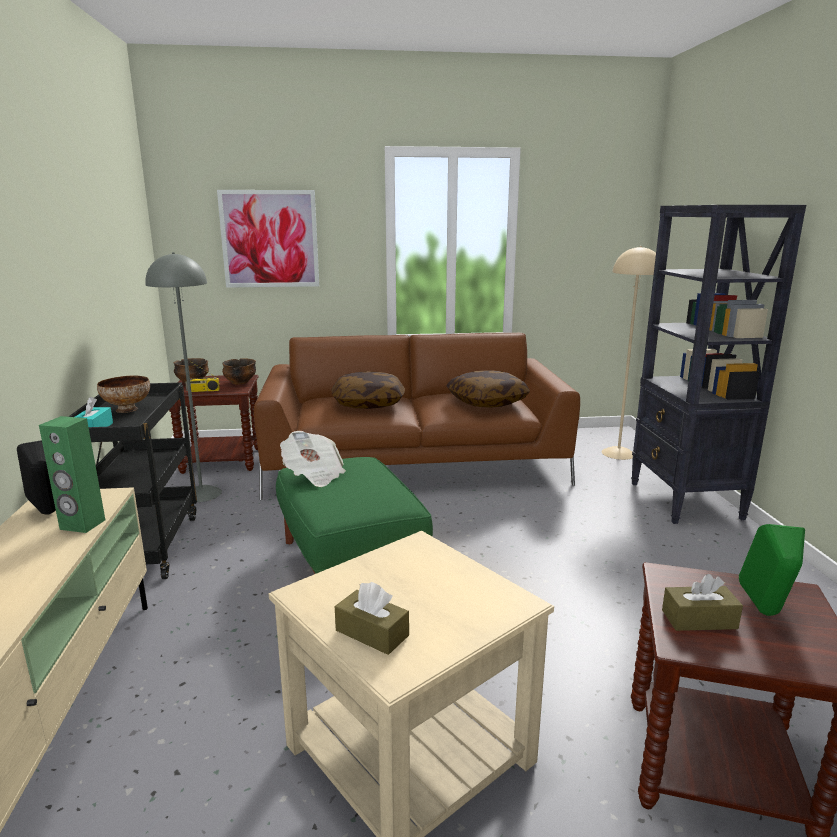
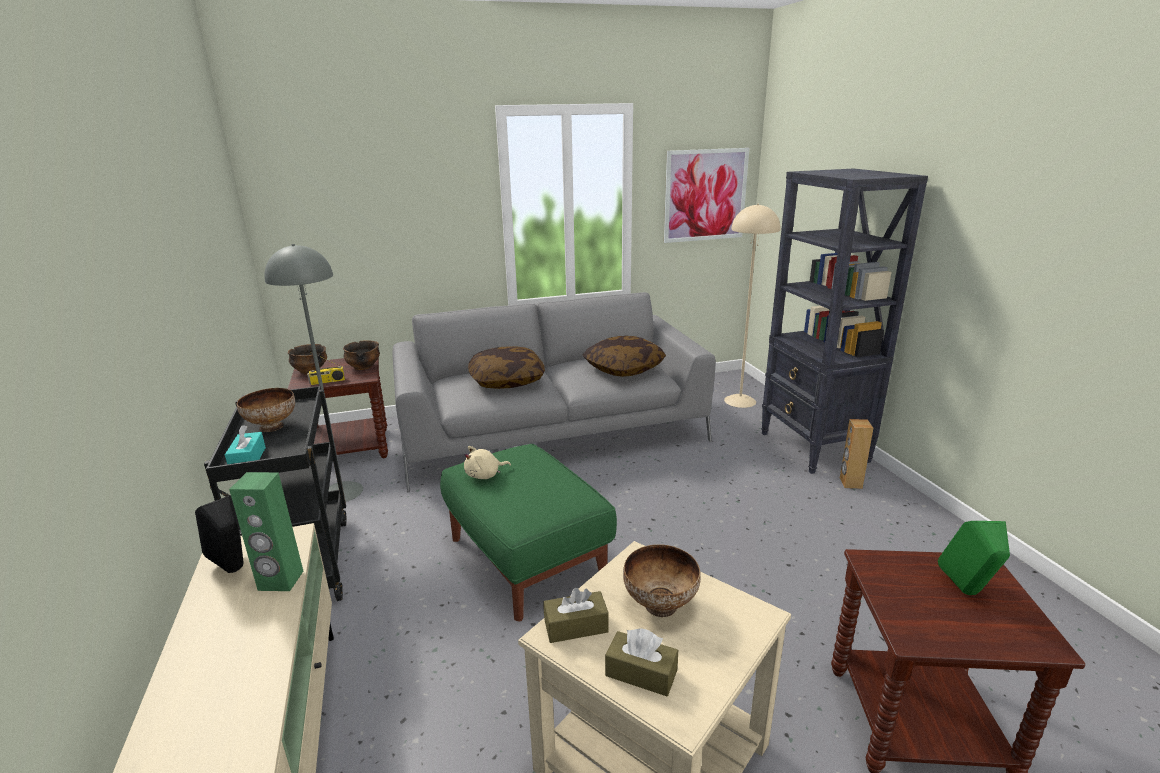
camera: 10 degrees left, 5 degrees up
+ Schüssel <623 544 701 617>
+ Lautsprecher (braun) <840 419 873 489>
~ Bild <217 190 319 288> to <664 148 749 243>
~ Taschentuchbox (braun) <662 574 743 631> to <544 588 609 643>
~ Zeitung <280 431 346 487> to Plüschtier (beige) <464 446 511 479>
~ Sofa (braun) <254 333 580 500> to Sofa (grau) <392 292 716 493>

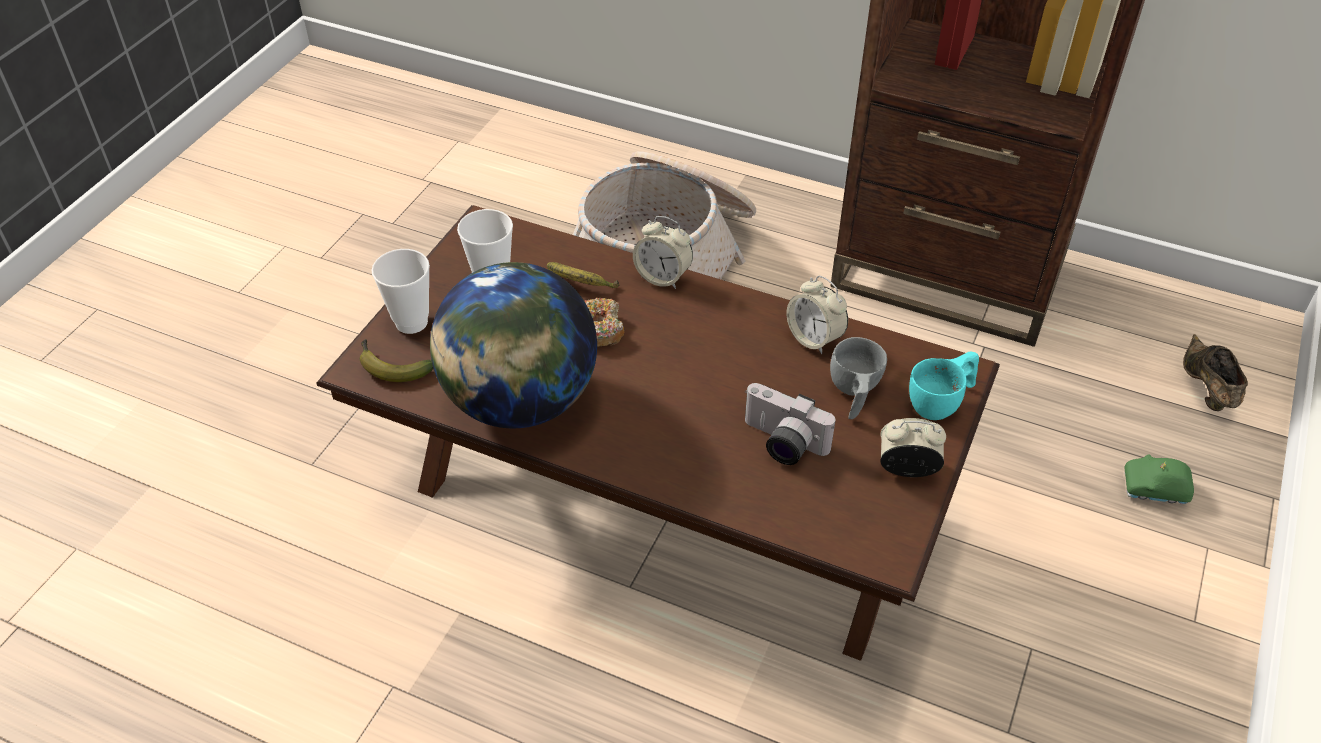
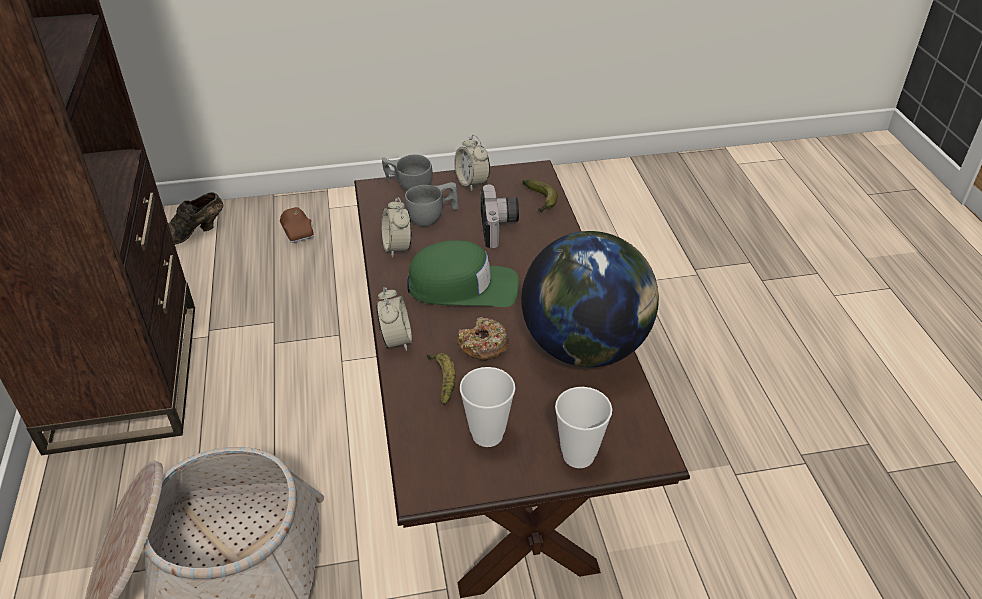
camera: 125 degrees left, 5 degrees down
+ Kappe (grün) <407 240 519 307>
~ Banane <360 339 433 382> to <523 179 558 213>
~ Tasse (türkis) <909 352 979 420> to Tasse (grau) <382 154 433 191>
~ Spielzeugauto (grün) <1125 454 1194 504> to Spielzeugauto (braun) <280 207 314 243>
~ Wecker <787 275 848 354> = <381 197 412 258> 150 degrees clockwise

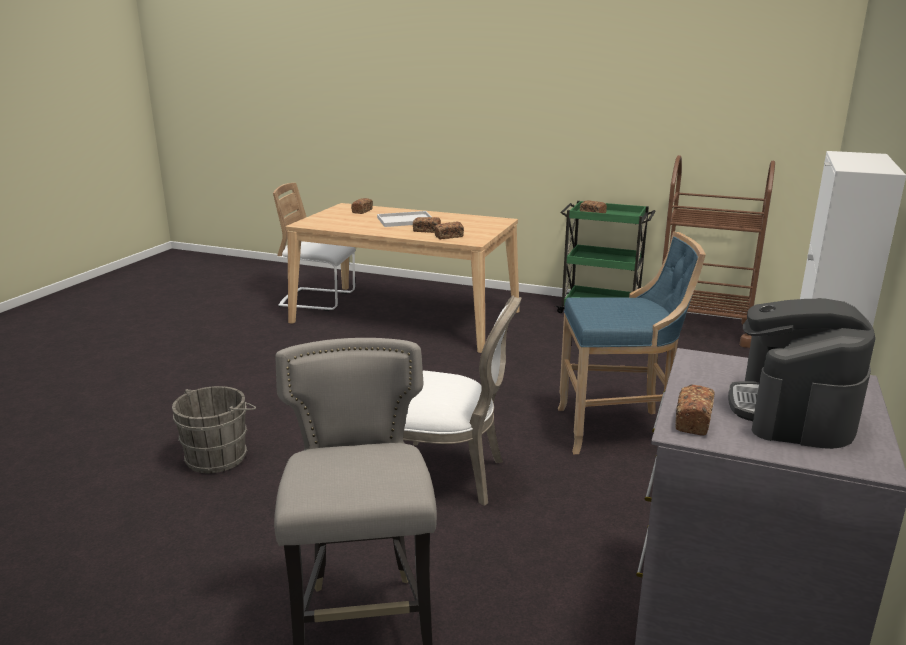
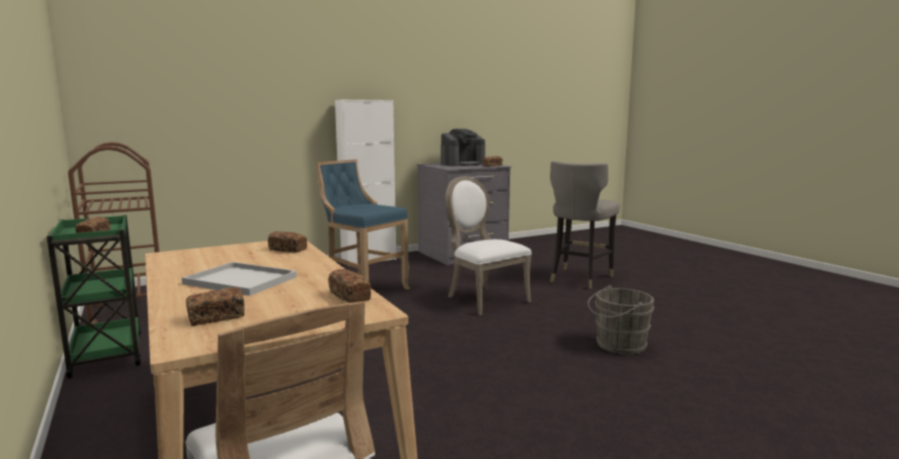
camera: 140 degrees left, 10 degrees down
~ Brot <413 217 441 233> to <328 269 371 303>

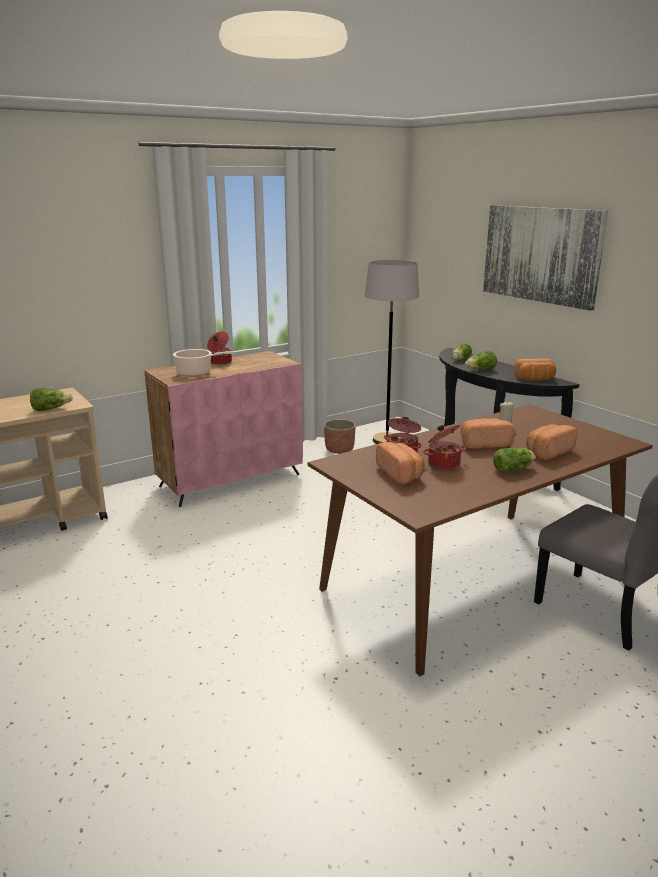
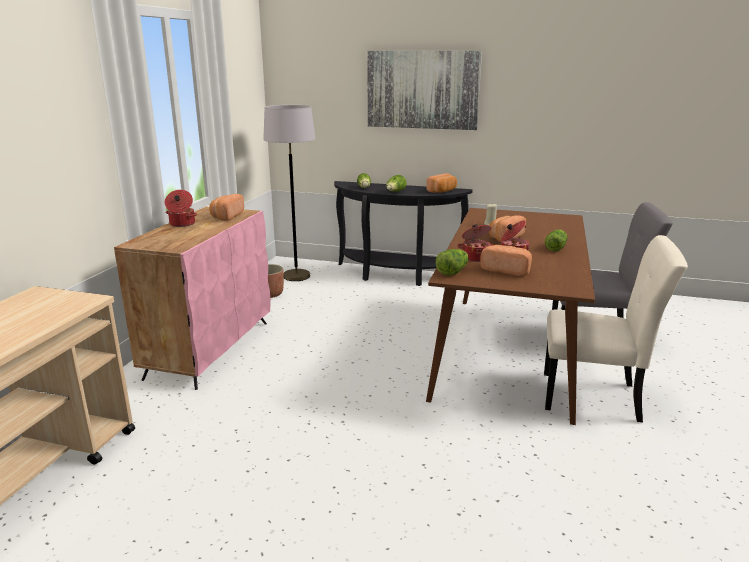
camera: 40 degrees left, 0 degrees up
- Kochtopf <173 349 235 377>
+ Stuhl (beige) <544 235 688 423>
~ Salatkopf <30 388 73 411> to <436 249 468 276>
~ Brot <526 424 577 460> to <209 194 244 221>

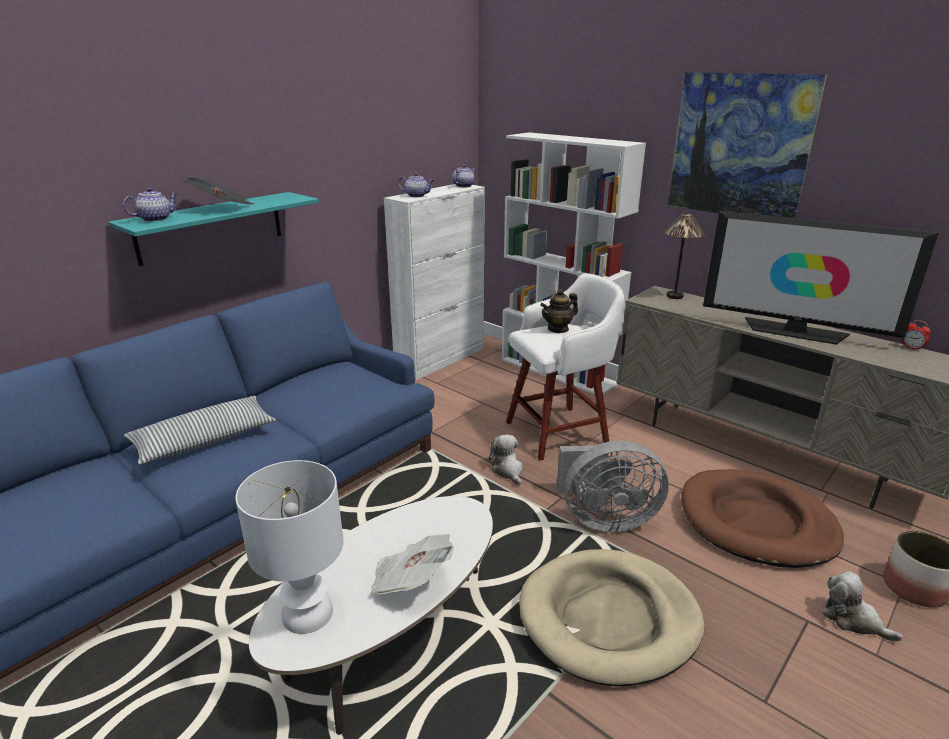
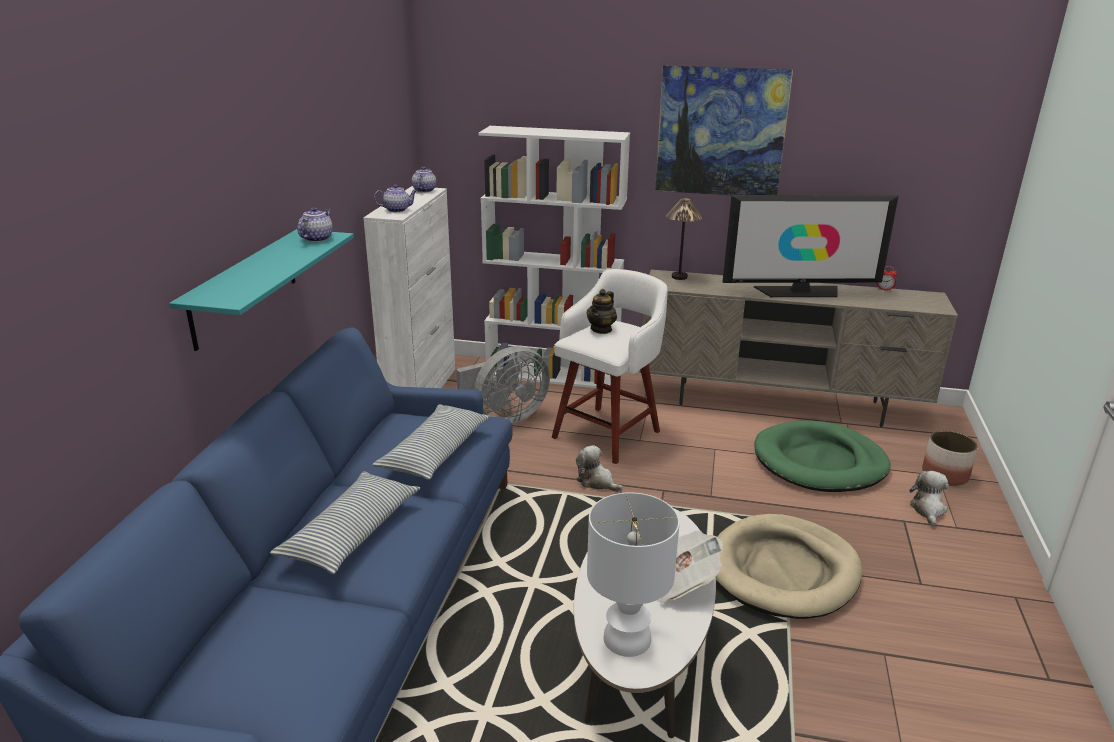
camera: 30 degrees left, 0 degrees up
- Zeitung <183 178 254 205>
+ Kissen <372 404 491 480>
~ Teekanne <123 187 178 222> to <298 207 333 242>
~ Ventilator (grau) <557 441 669 532> to <456 346 550 423>
~ Hundebett (braun) <681 469 844 568> to Hundebett (grün) <755 420 891 492>
~ Plüschtier <822 571 903 641> = <909 471 949 527> 90 degrees clockwise

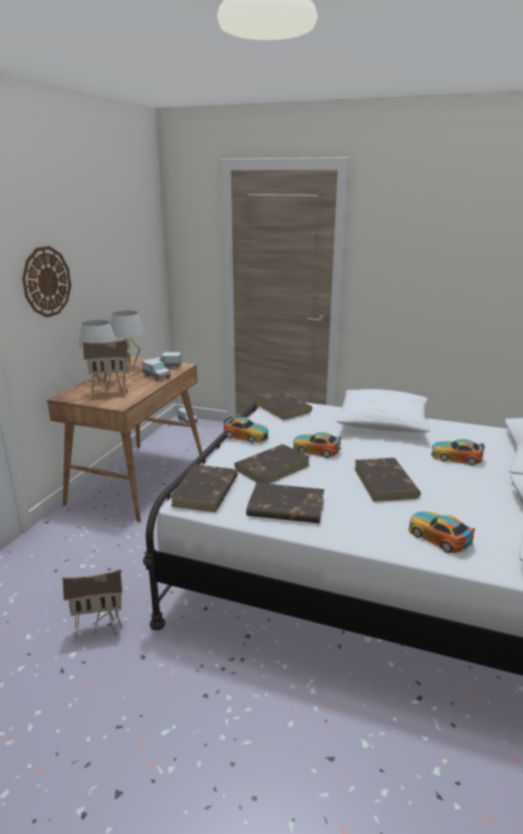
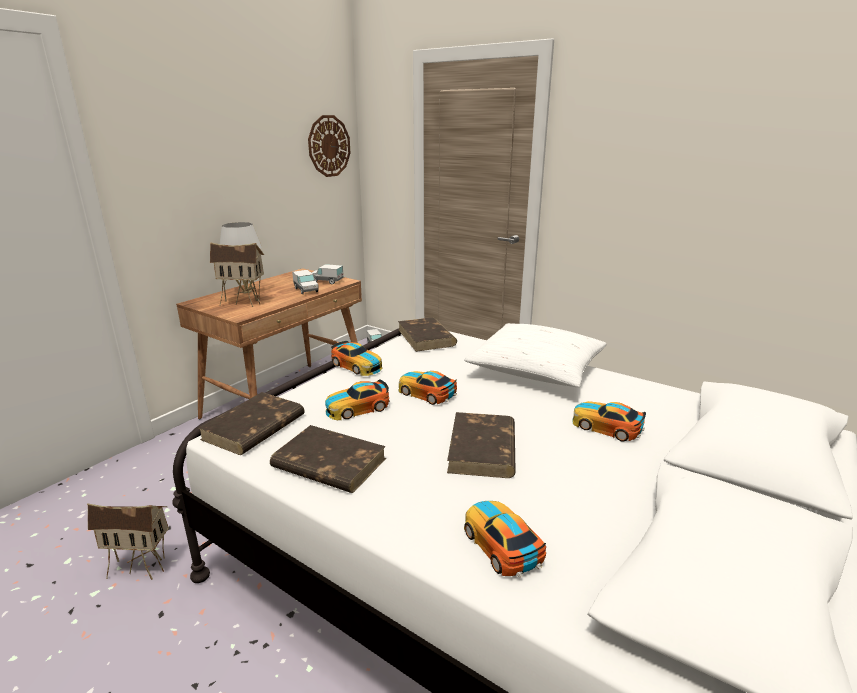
camera: 15 degrees right, 0 degrees up
- Tischlampe (weiß) <111 311 145 371>
~ Wanduhr <22 246 71 317> to <308 115 350 177>
~ Buch (braun) <234 444 310 484> to Spielzeugauto <325 380 390 420>

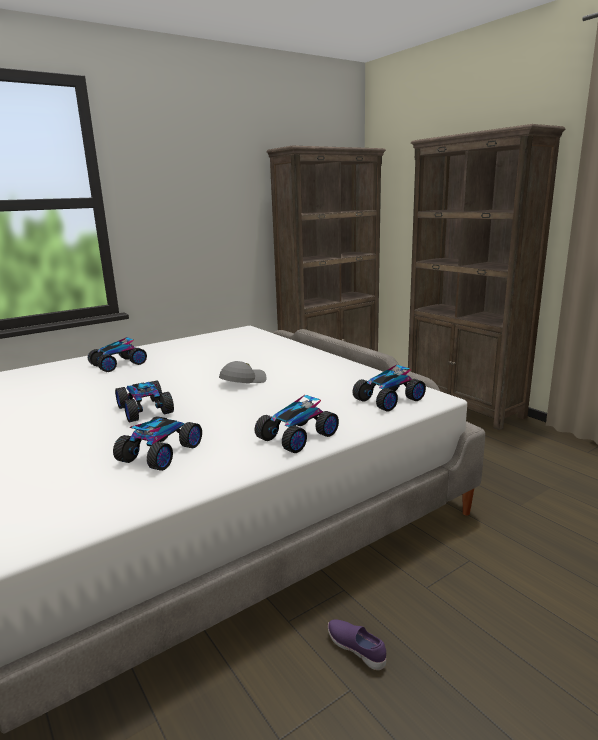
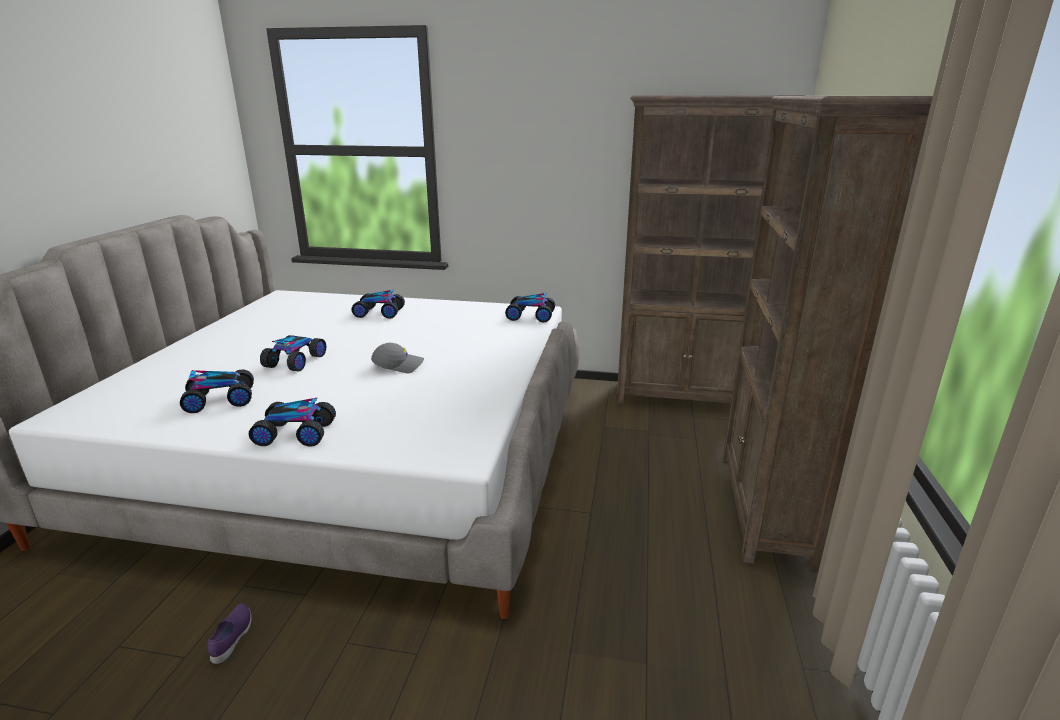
camera: 45 degrees right, 5 degrees up
~ Spielzeugauto <353 365 426 412> to <505 293 555 323>

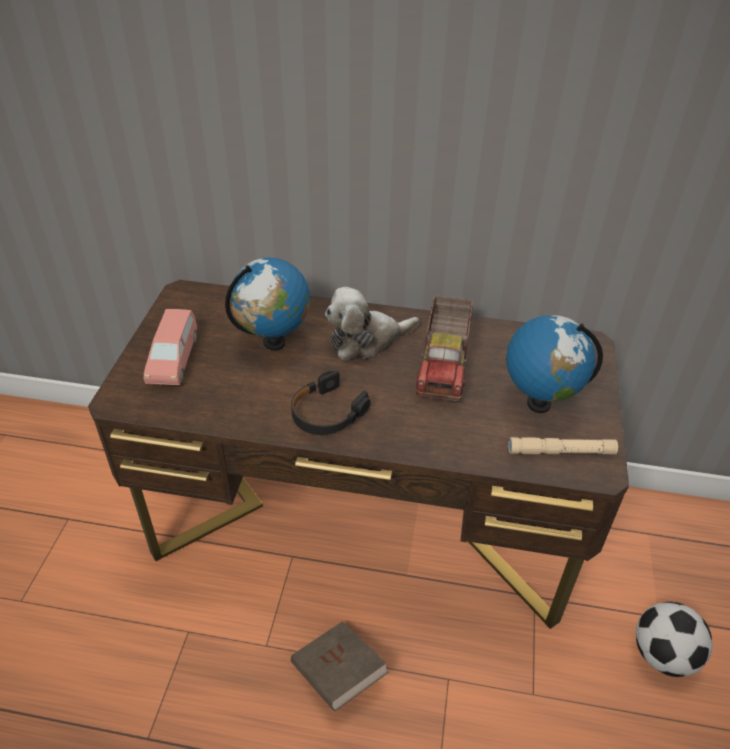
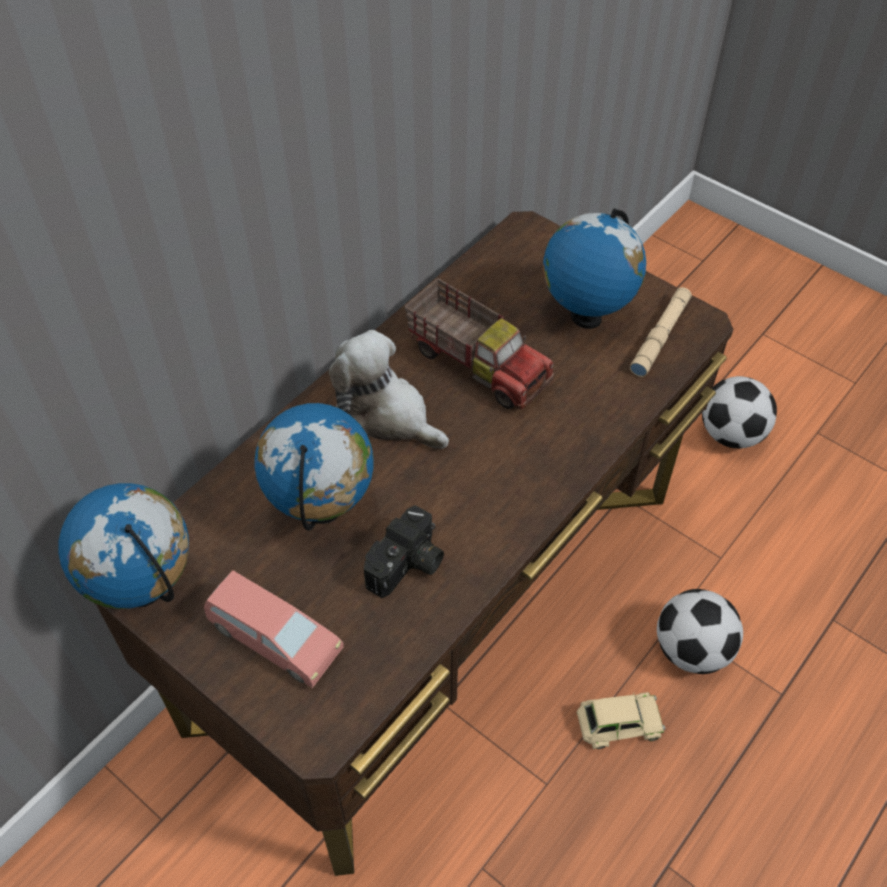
camera: 60 degrees left, 10 degrees up
- Kopfhörer (schwarz) <291 371 371 435>
+ Globus <58 483 189 609>
+ Kamera <364 505 444 598>
+ Fußball <657 589 743 674>
~ Buch (braun) <291 621 389 711> to Spielzeugauto (beige) <576 692 665 749>
~ Plüschtier <325 287 419 360> = <329 330 449 449> 120 degrees clockwise

